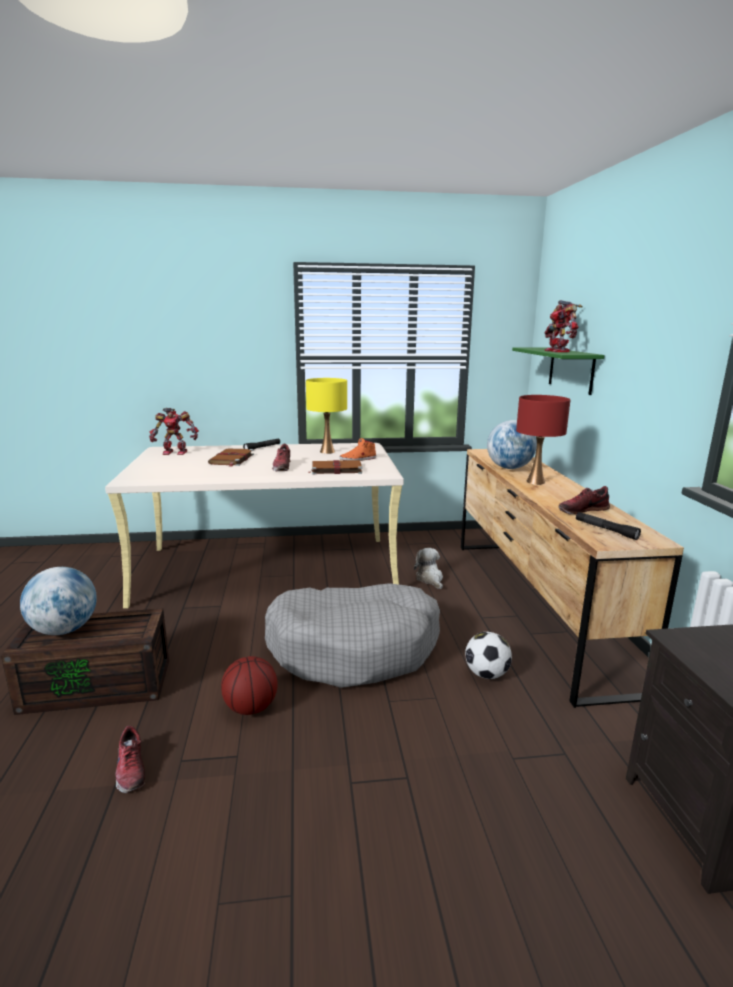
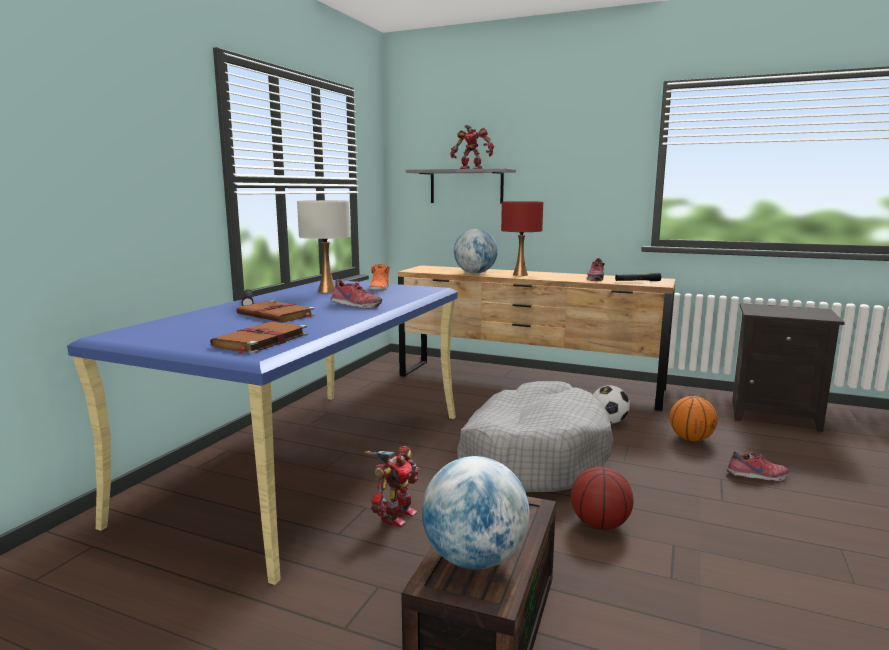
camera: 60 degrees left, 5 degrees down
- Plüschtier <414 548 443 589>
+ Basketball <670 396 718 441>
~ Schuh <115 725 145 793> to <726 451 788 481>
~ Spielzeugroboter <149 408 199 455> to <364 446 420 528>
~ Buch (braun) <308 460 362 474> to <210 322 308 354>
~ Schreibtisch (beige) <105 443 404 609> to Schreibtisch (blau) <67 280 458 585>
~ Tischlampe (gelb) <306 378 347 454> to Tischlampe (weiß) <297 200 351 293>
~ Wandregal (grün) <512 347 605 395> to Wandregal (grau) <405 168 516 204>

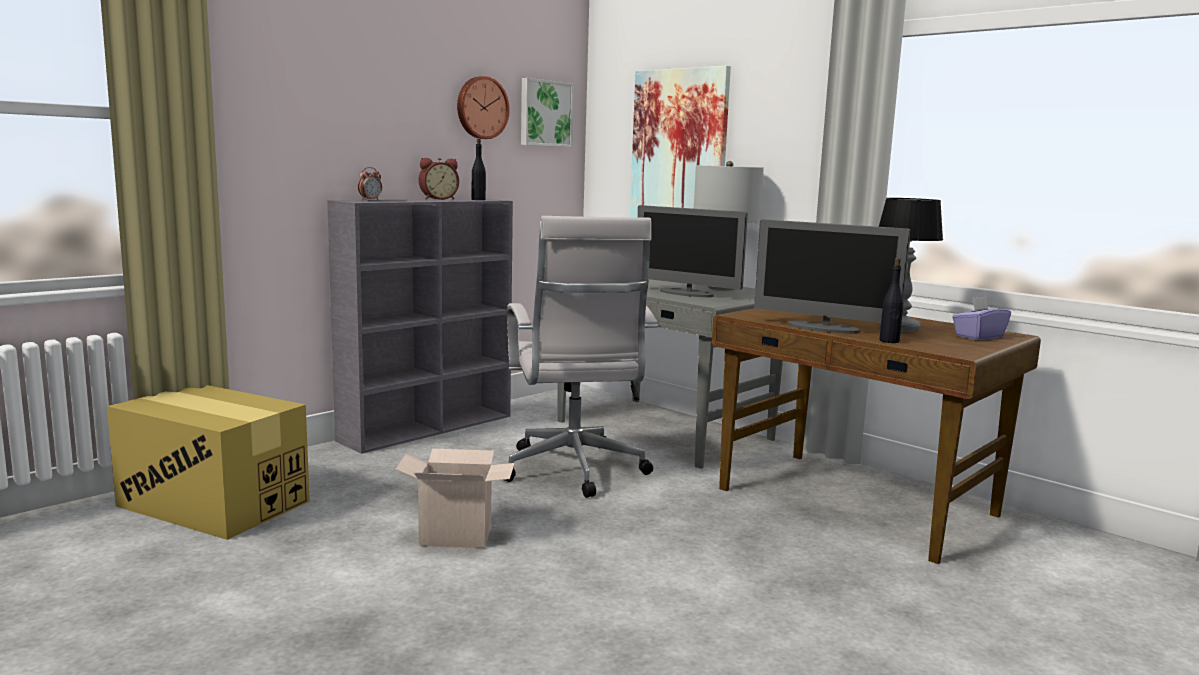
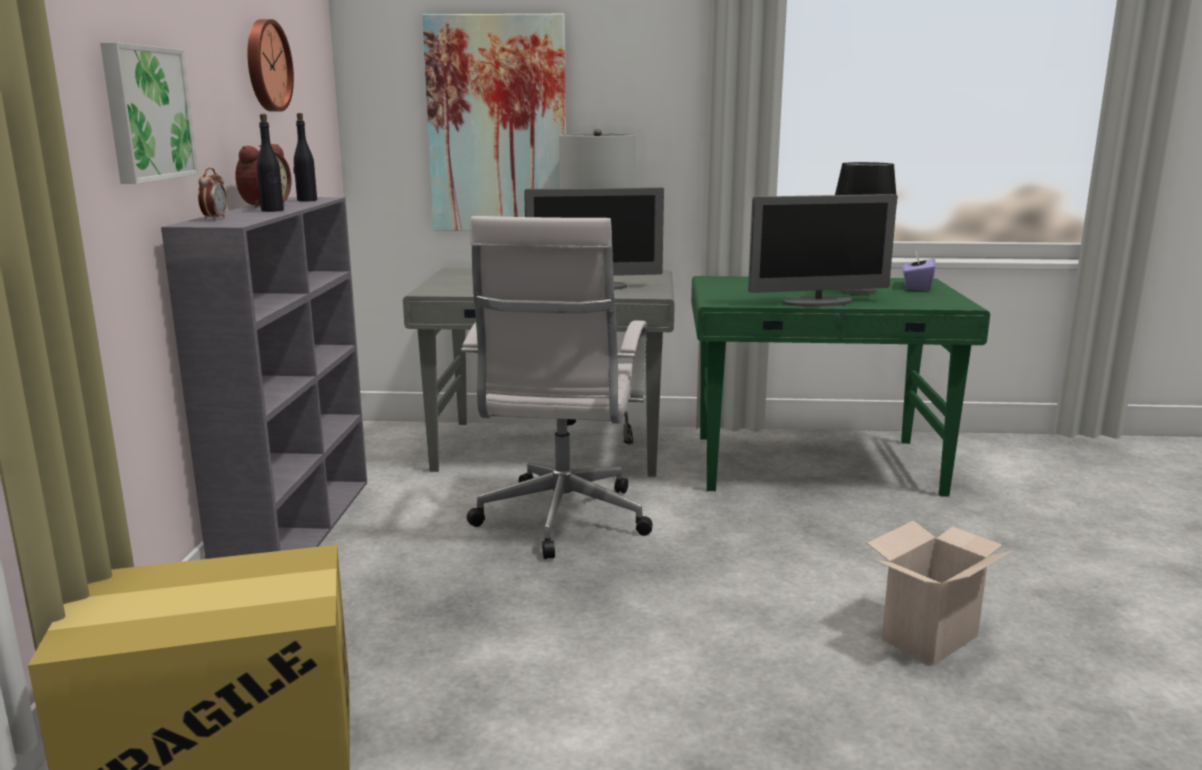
camera: 40 degrees left, 5 degrees up
~ Karton <395 448 515 548> to <867 521 1013 666>
~ Bild <521 78 574 147> to <100 42 199 184>
~ Flasche (schwarz) <879 258 903 343> to <257 114 284 212>
~ Schreibtisch (braun) <712 308 1041 564> to Schreibtisch (grün) <691 276 990 497>
~ Bürostuhl (weiß) <505 216 658 498> = <461 216 653 559> 60 degrees clockwise

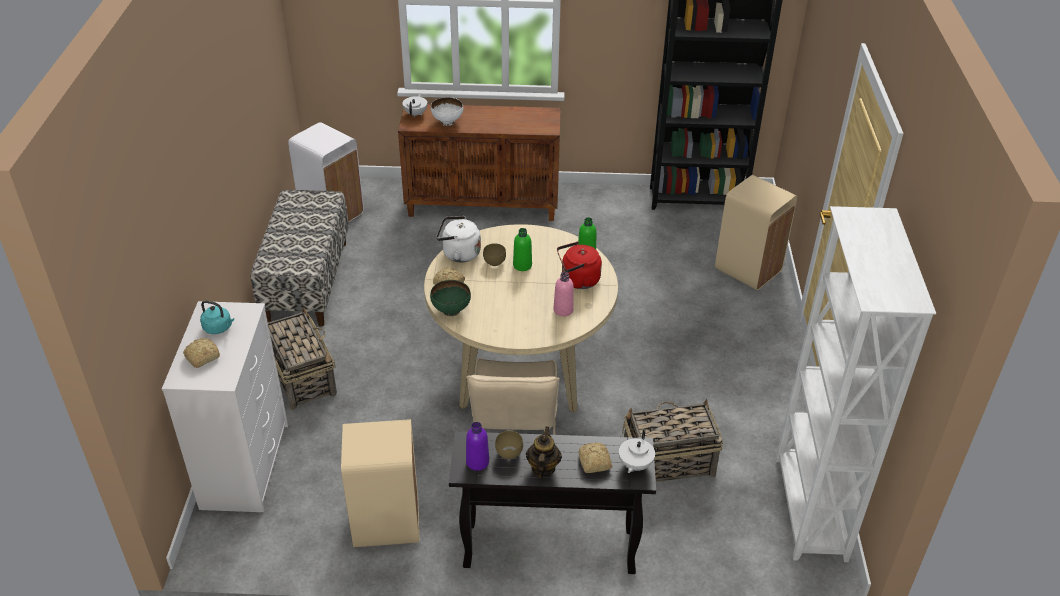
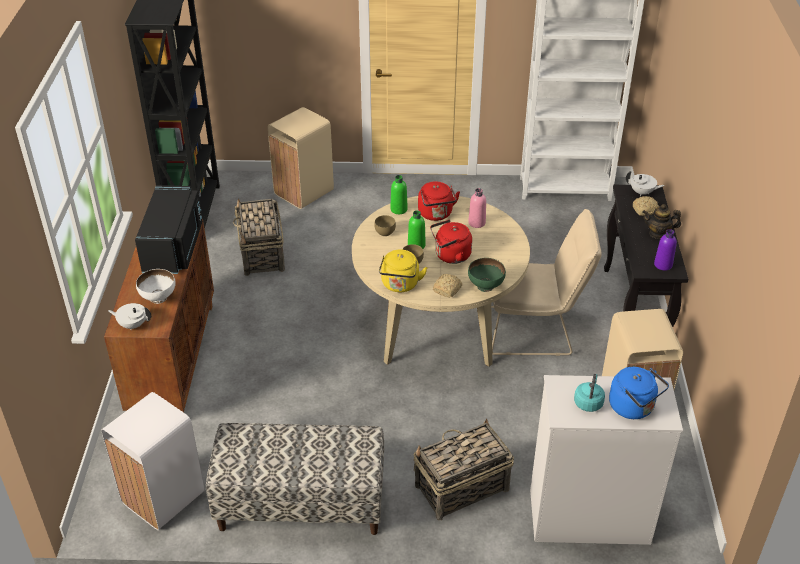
camera: 90 degrees left, 0 degrees up
+ Mikrowelle (schwarz) <135 185 202 274>
+ Wasserkessel (rot) <430 219 472 264>
~ Schüssel (braun) <495 431 523 459> to <374 215 396 236>
~ Korb <622 399 723 482> to <233 199 285 276>
~ Brot <183 338 220 368> to Wasserkessel (blau) <609 367 669 419>
~ Wasserkessel (weiß) <436 216 481 262> to Wasserkessel (gelb) <379 250 428 292>

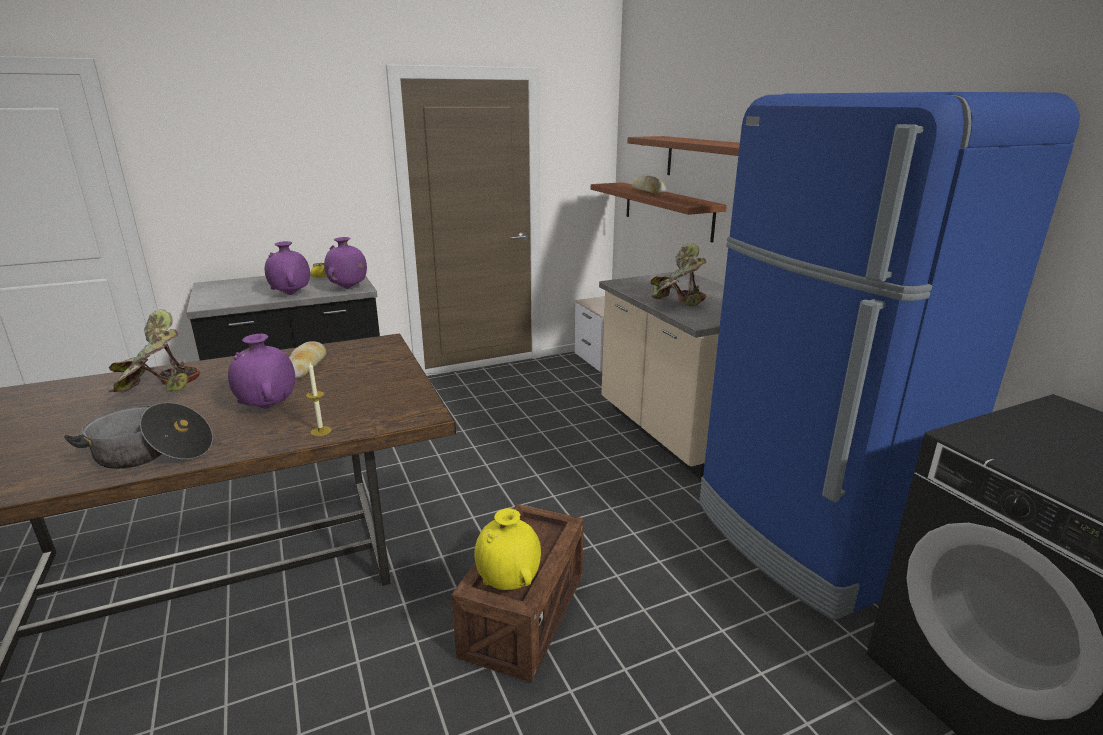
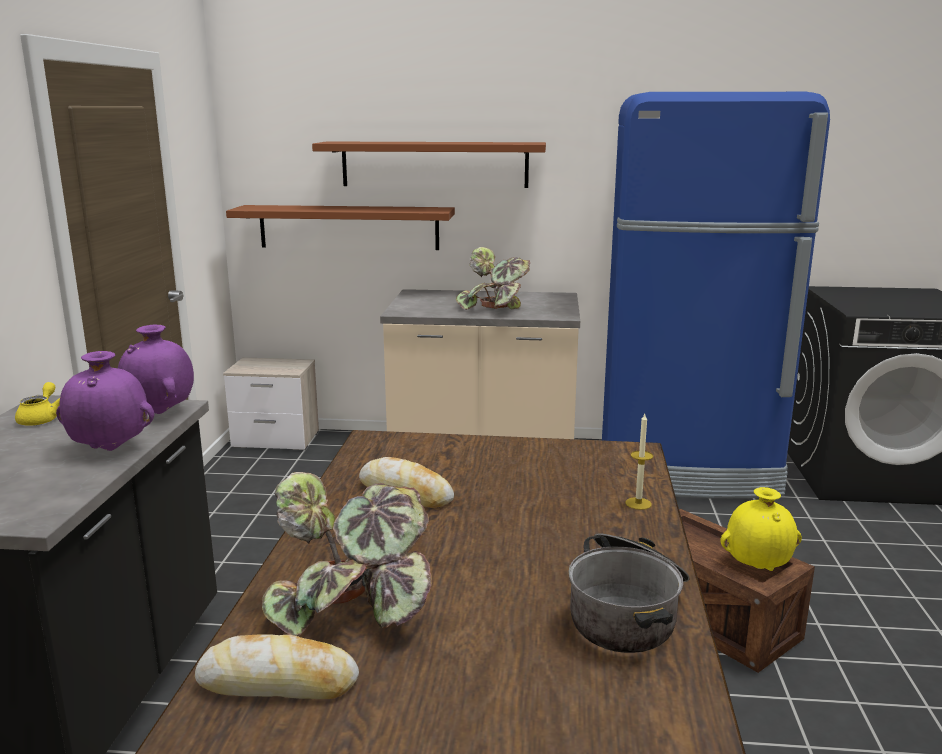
camera: 60 degrees left, 5 degrees down
- Vase (lila) <228 334 295 409>
~ Brot <632 176 666 194> to <195 634 359 699>

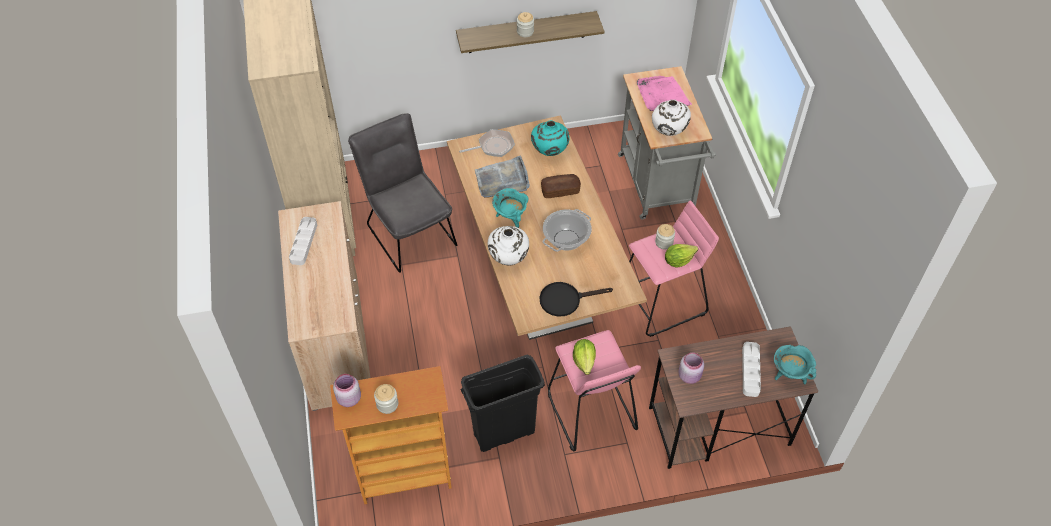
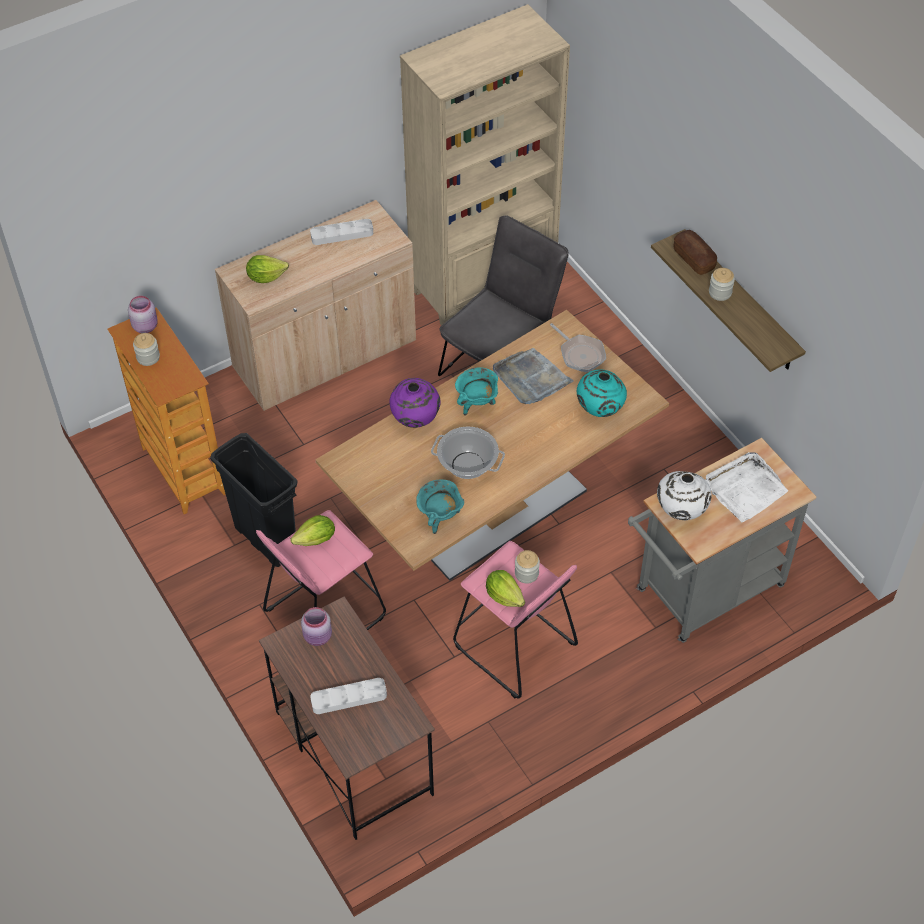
camera: 70 degrees right, 0 degrees up
- Pfanne (schwarz) <540 282 613 317>
+ Salatkopf <246 255 289 283>
~ Brot <541 174 581 198> to <673 230 717 275>
~ Kochtopf (türkis) <774 345 816 384> to <416 479 464 534>
~ Vase (weiß) <488 226 529 266> to Vase (lila) <389 378 441 428>
~ Tablett (rosa) <637 76 692 111> to Tablett (weiß) <705 452 788 523>

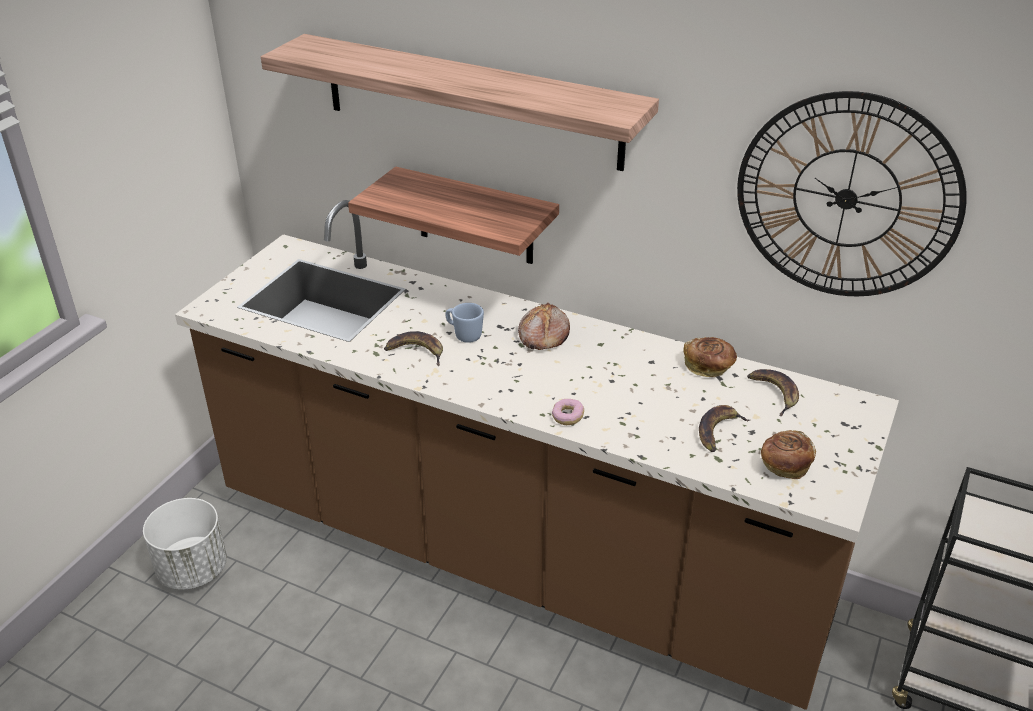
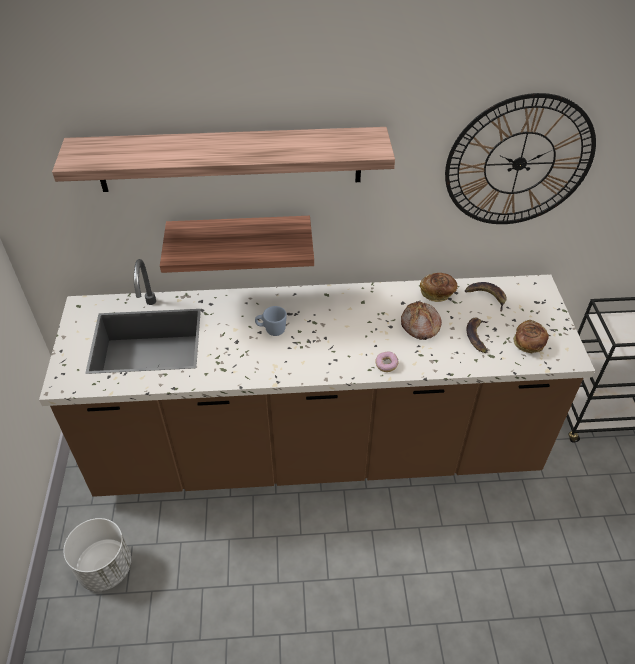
camera: 30 degrees left, 10 degrees up
- Banane <384 331 443 366>
~ Brot <518 303 570 350> to <401 301 442 340>

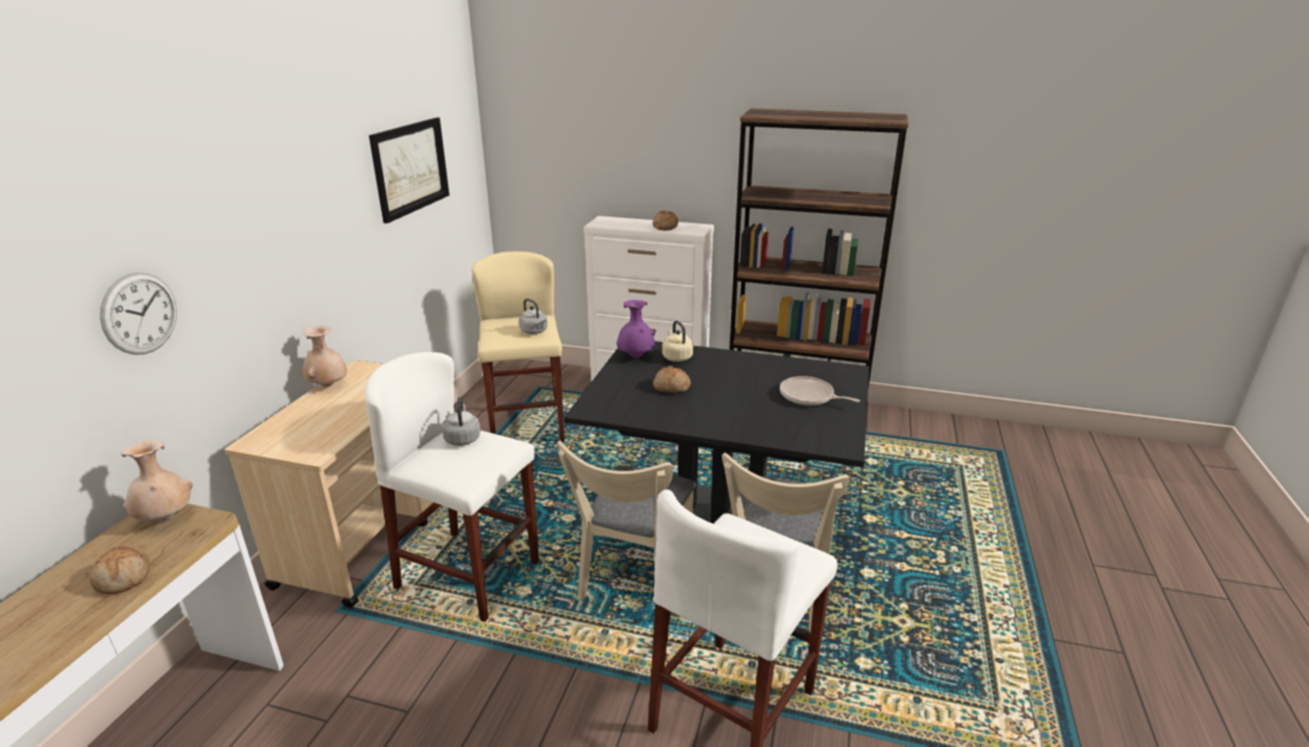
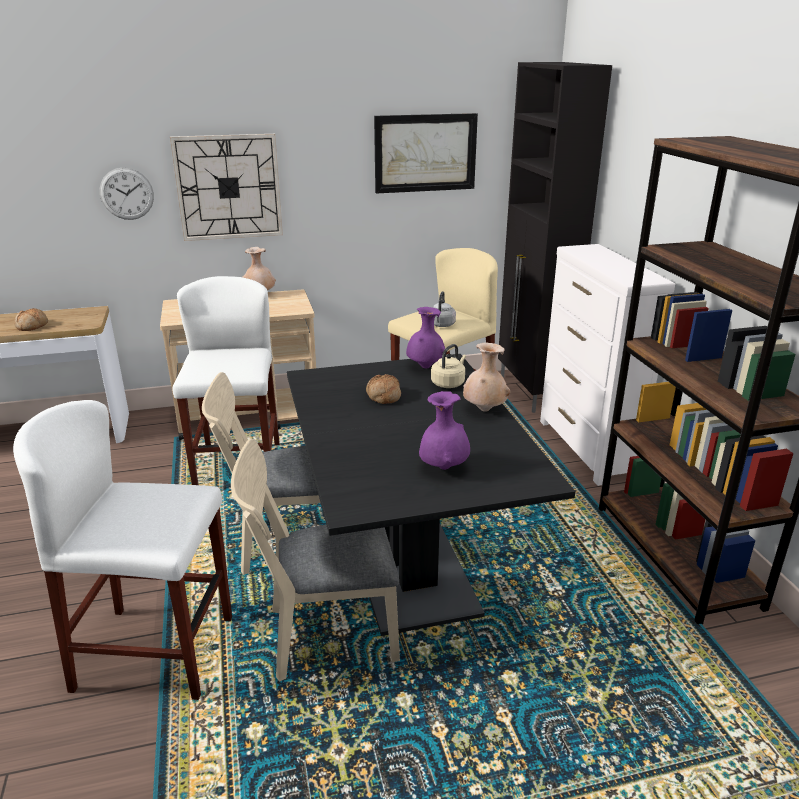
camera: 60 degrees right, 0 degrees up
- Wasserkessel (grau) <442 397 480 446>
- Brot <653 211 678 230>
+ Wanduhr <170 134 283 241>
+ Schrank (schwarz) <498 62 612 413>
~ Vase (beige) <121 440 193 521> to <463 343 510 412>
~ Pfanne <780 376 860 406> to Vase (lila) <419 391 470 470>

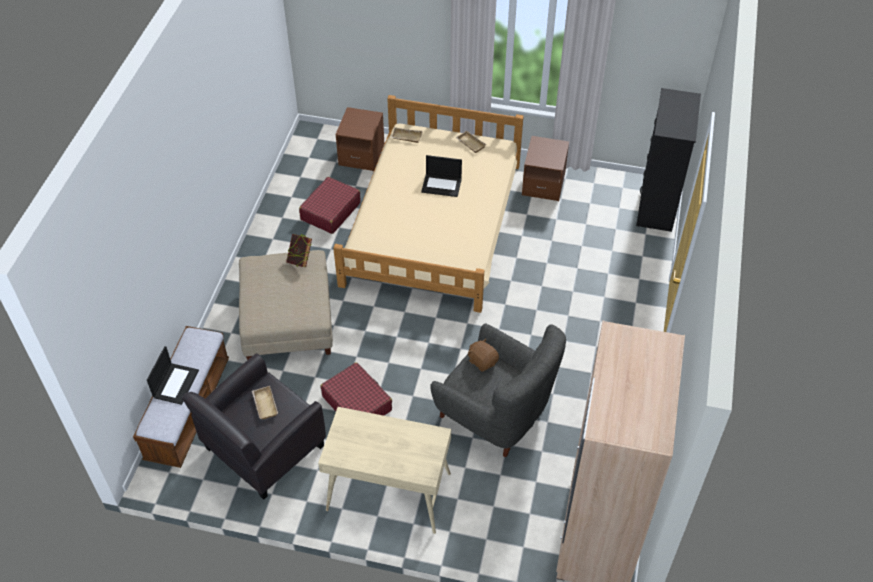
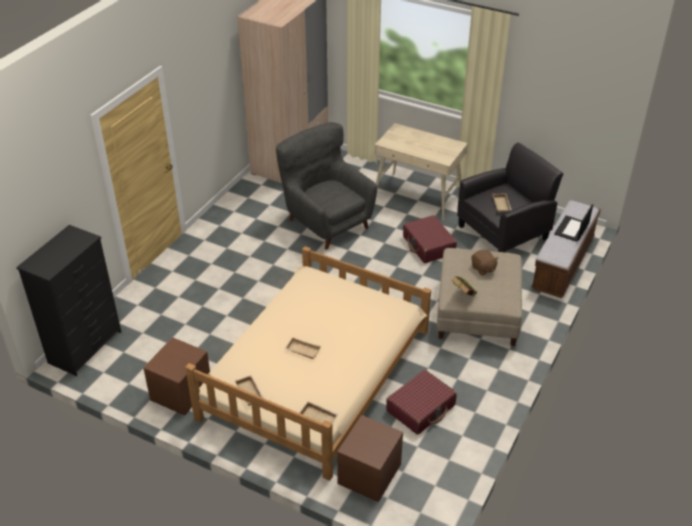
camera: 165 degrees left, 10 degrees down
~ Plüschtier (braun) <468 338 499 372> to <471 250 499 276>
~ Laptop <421 155 462 197> to Tablett (beige) <285 337 321 359>

